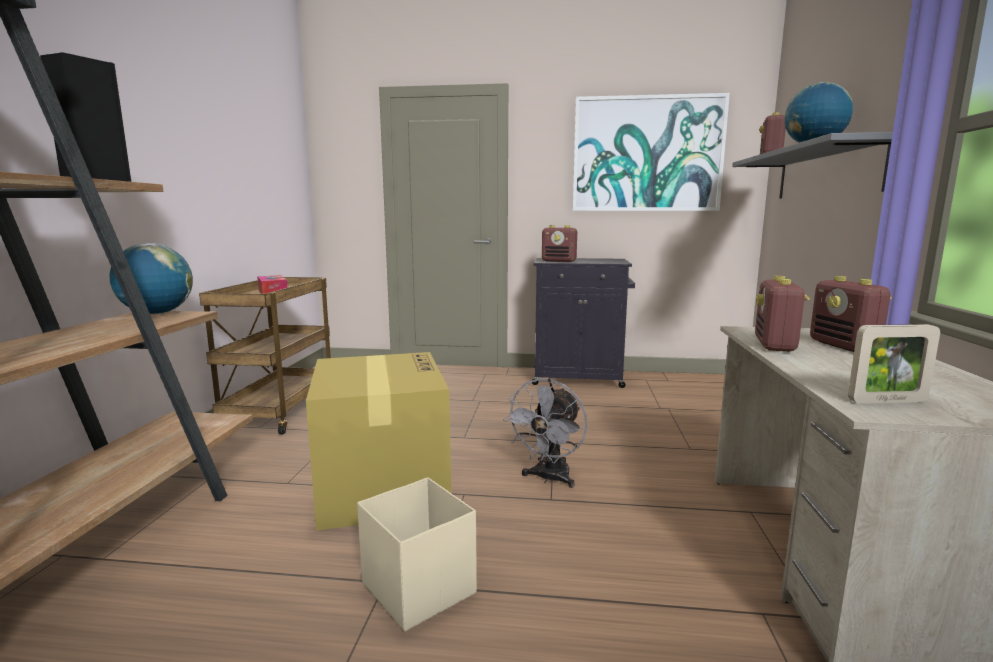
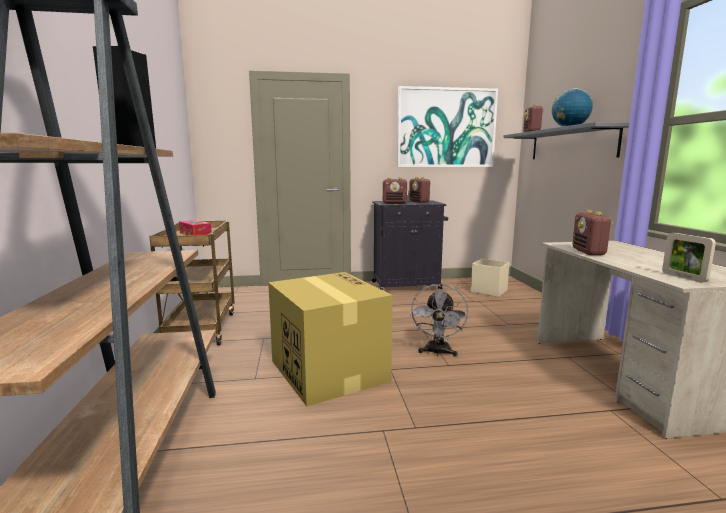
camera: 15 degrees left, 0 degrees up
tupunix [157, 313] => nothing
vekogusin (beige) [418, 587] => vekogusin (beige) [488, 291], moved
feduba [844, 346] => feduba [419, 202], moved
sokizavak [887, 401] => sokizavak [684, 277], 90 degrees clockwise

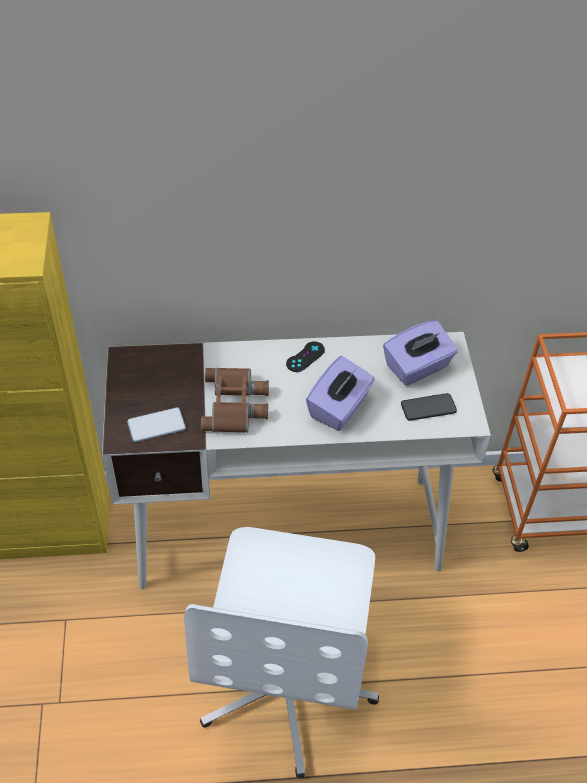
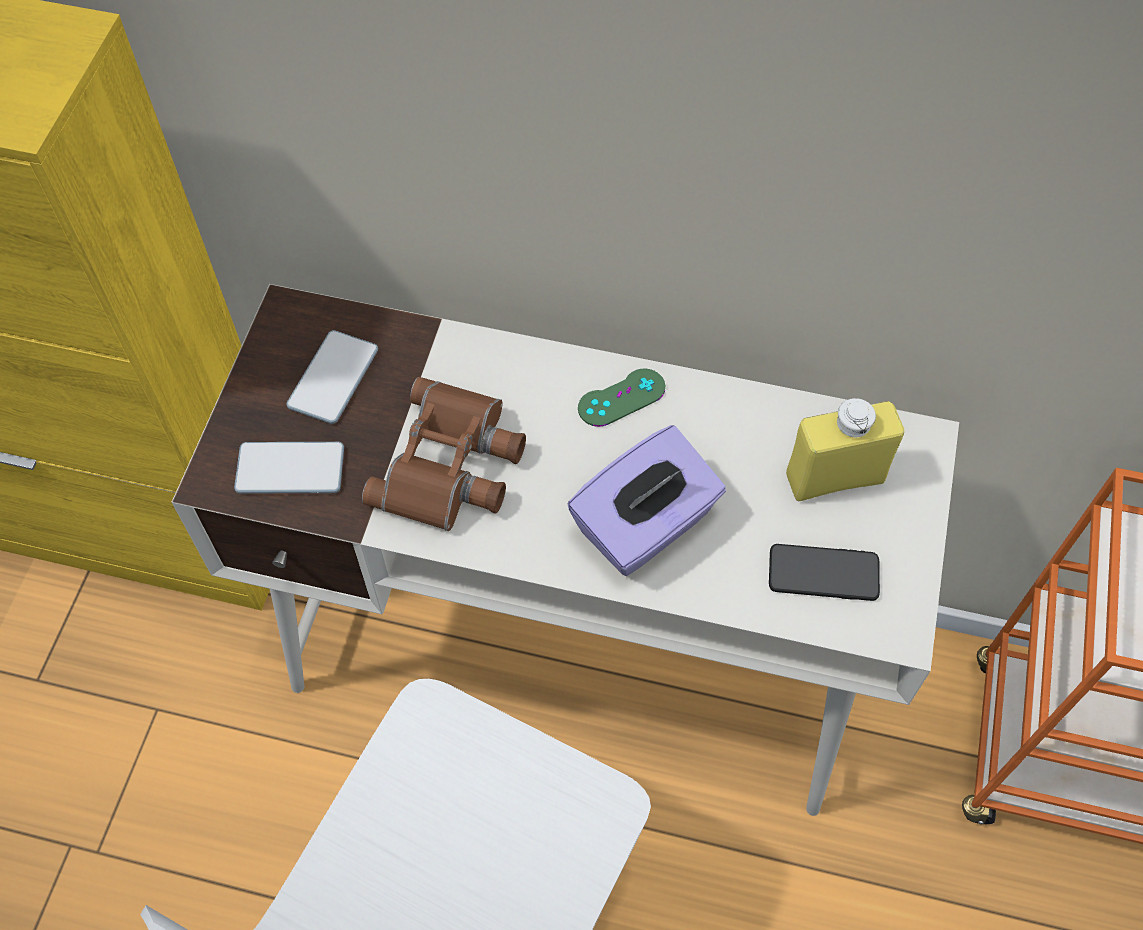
camera: 20 degrees right, 10 degrees up
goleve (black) [305, 357] => goleve (green) [621, 398]
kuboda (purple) [417, 367] => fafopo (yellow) [834, 478]
nothing => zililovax [333, 378]

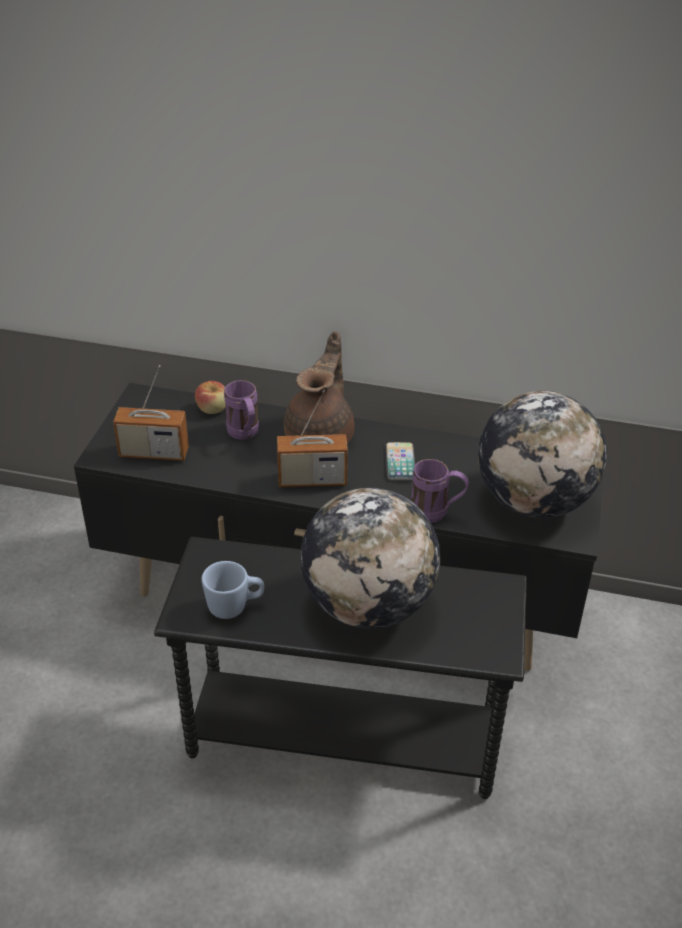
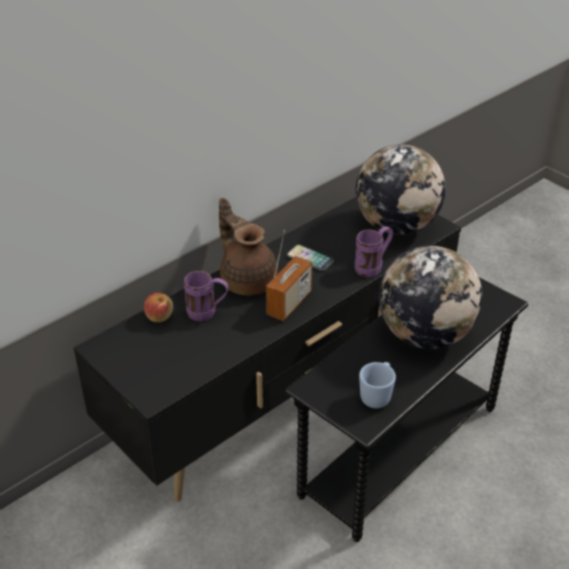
camera: 55 degrees left, 0 degrees up
feduba [154, 453] => nothing

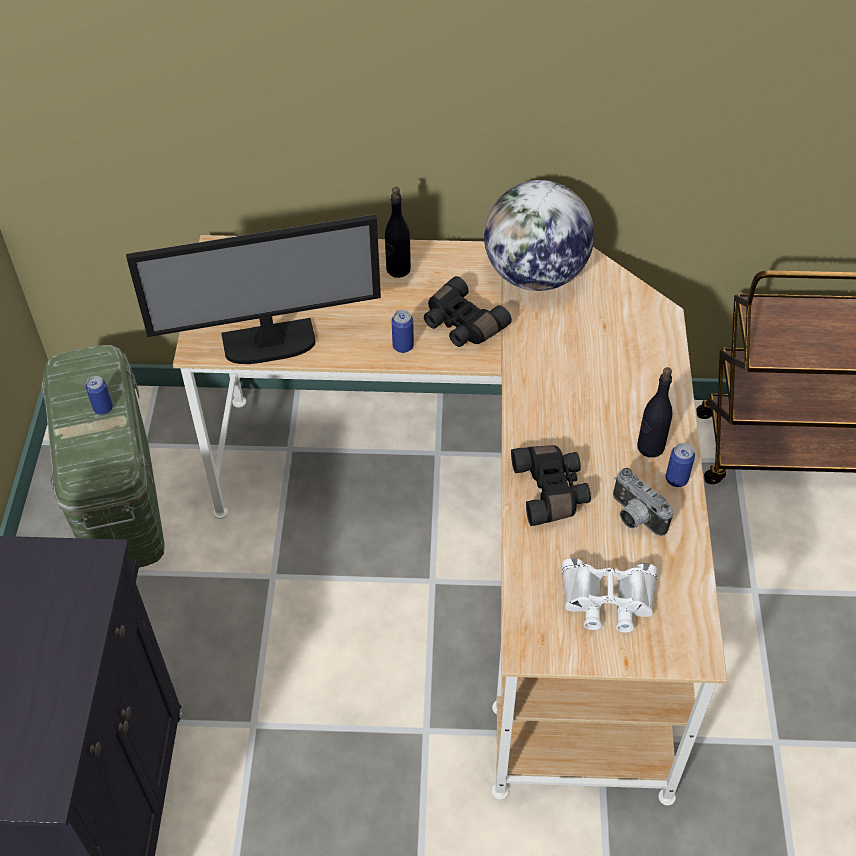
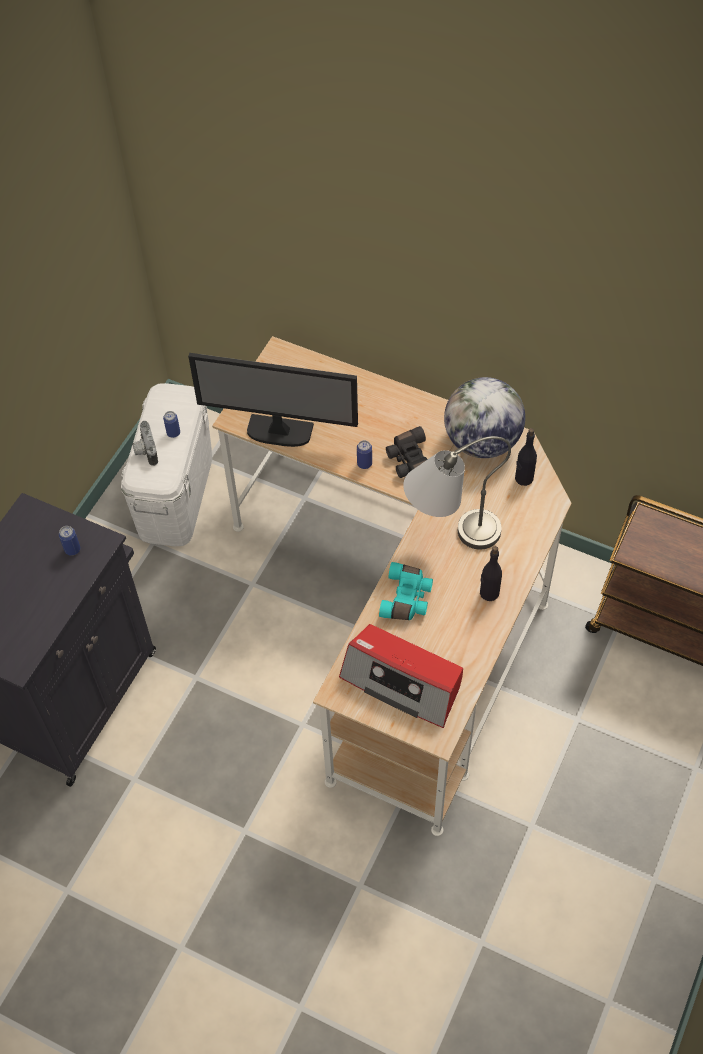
camera: 25 degrees right, 5 degrees up
vekogusin (green) [119, 500] => vekogusin (white) [176, 494]
fafopo (black) [398, 269] => fafopo (black) [523, 478], moved
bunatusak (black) [551, 491] => bunatusak (turquoise) [407, 598]
bunatusak (white) [607, 600] => feduba [403, 682]
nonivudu [634, 517] => nonivudu [145, 451], moved
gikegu [676, 479] => gikegu [72, 549], moved
nothing => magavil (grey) [449, 535]

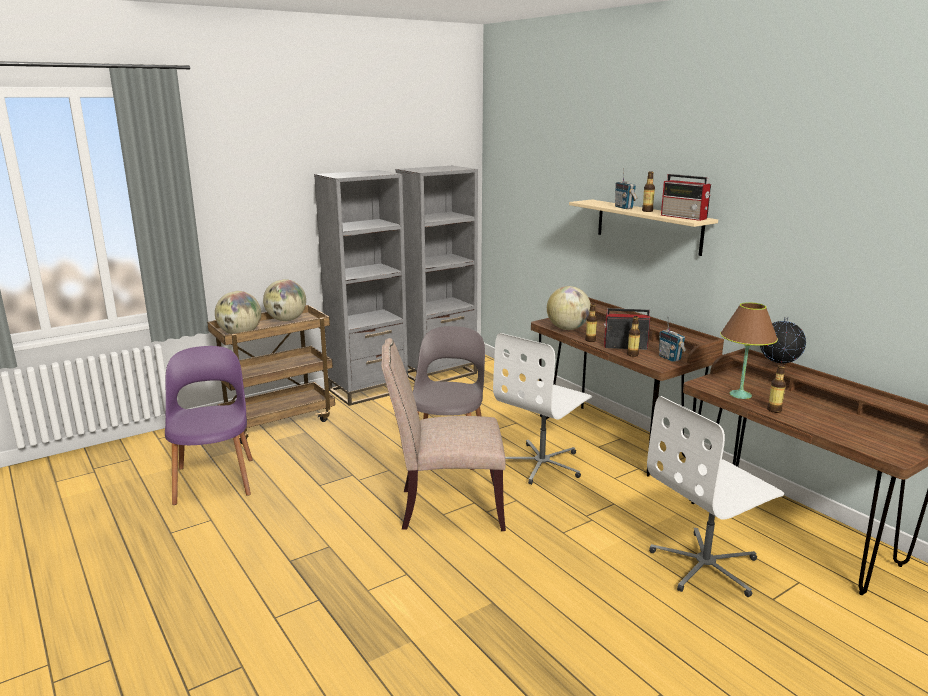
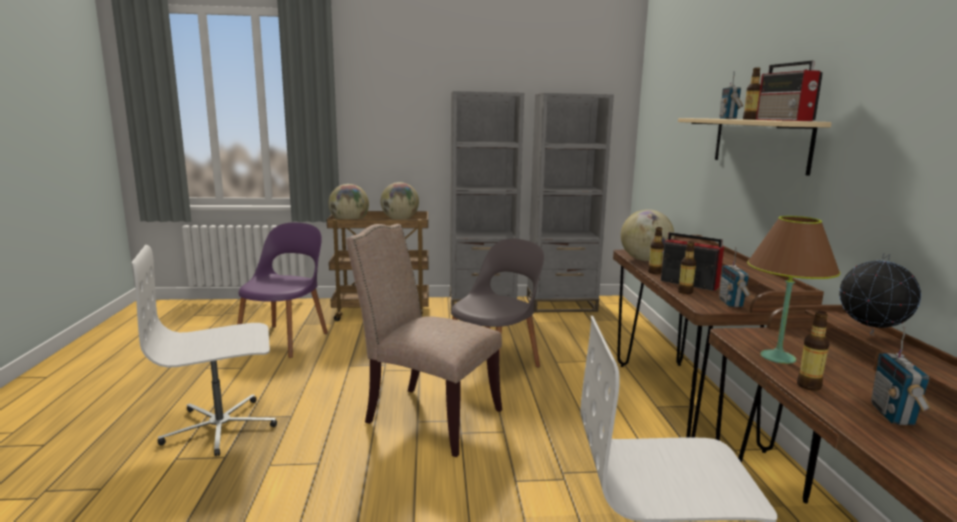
camera: 30 degrees right, 5 degrees down
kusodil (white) [542, 464] => kusodil (white) [221, 427], moved
nothing => feduba [893, 415]

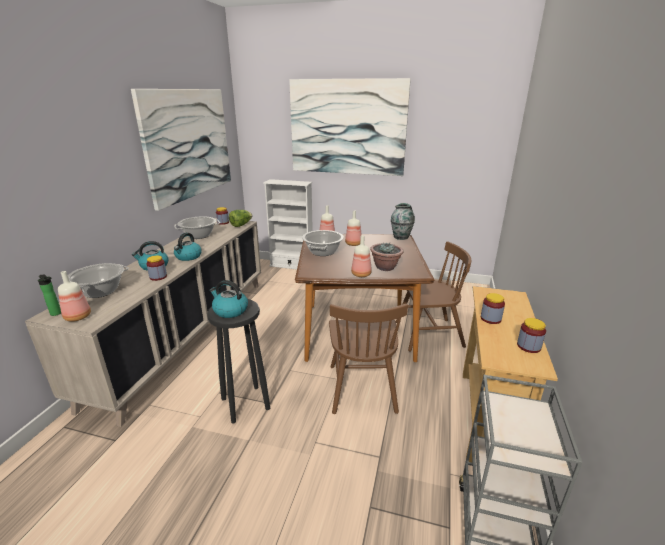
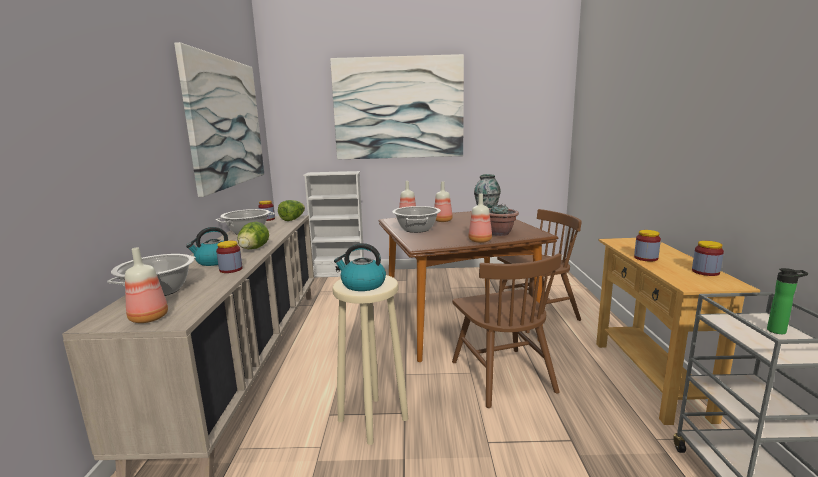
camera: 15 degrees left, 10 degrees down
fafopo [57, 314] => fafopo [779, 331], moved
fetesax [188, 257] => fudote [253, 249]
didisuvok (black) [245, 404] => didisuvok (beige) [373, 420]

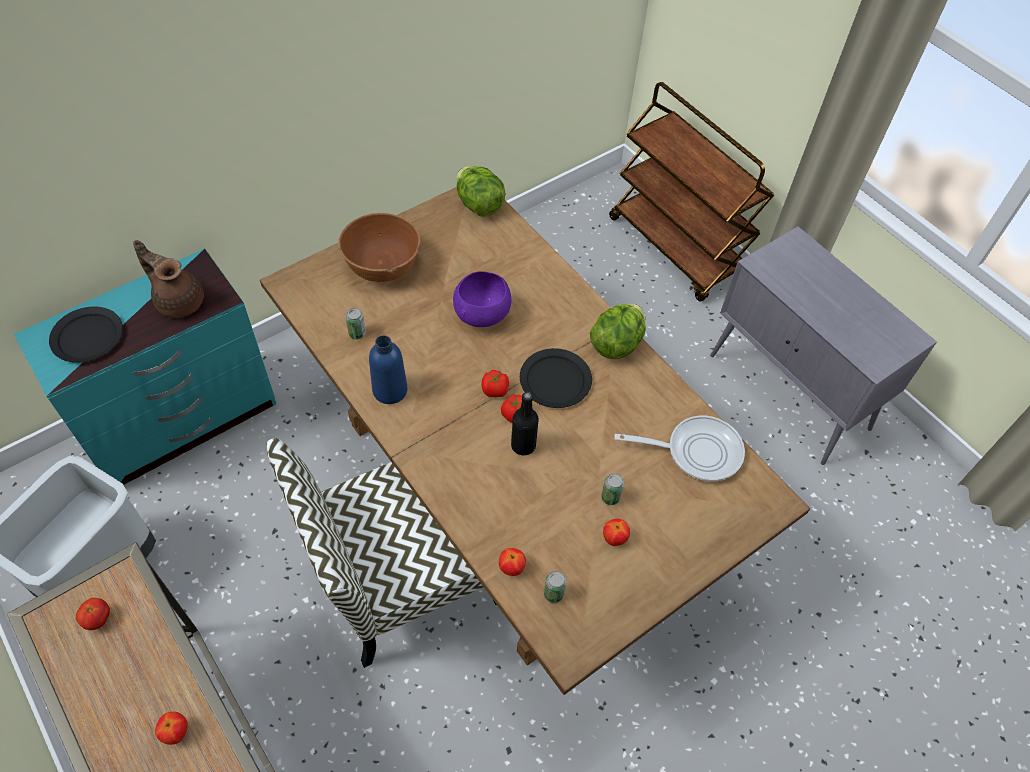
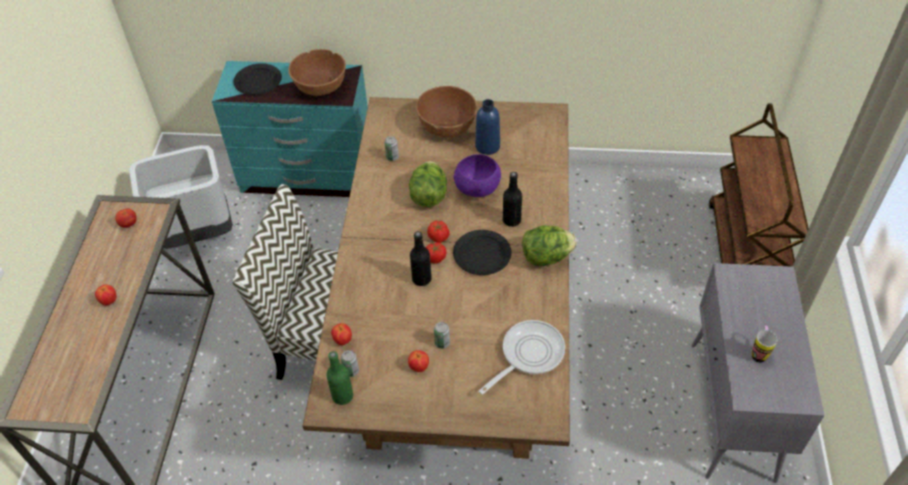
camera: 45 degrees right, 5 degrees down
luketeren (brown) [179, 300] => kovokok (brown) [320, 87]
fafopo (blue) [390, 390] => fafopo (blue) [487, 146], moved
fudote [479, 205] => fudote [428, 196], moved
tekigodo [696, 451] => tekigodo [528, 354], 90 degrees counterclockwise
nothing => fafopo (green) [342, 396]
nothing => fafopo (black) [511, 220]
nothing => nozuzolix [758, 352]

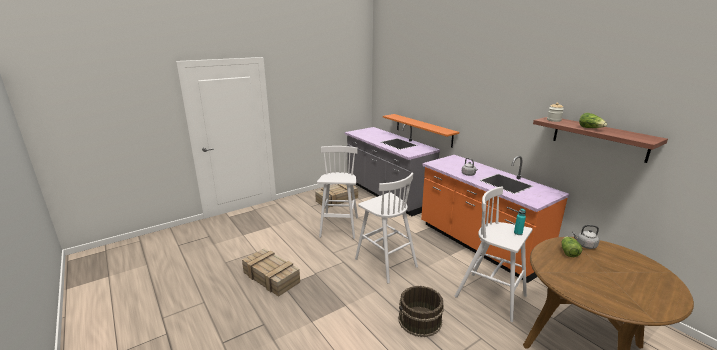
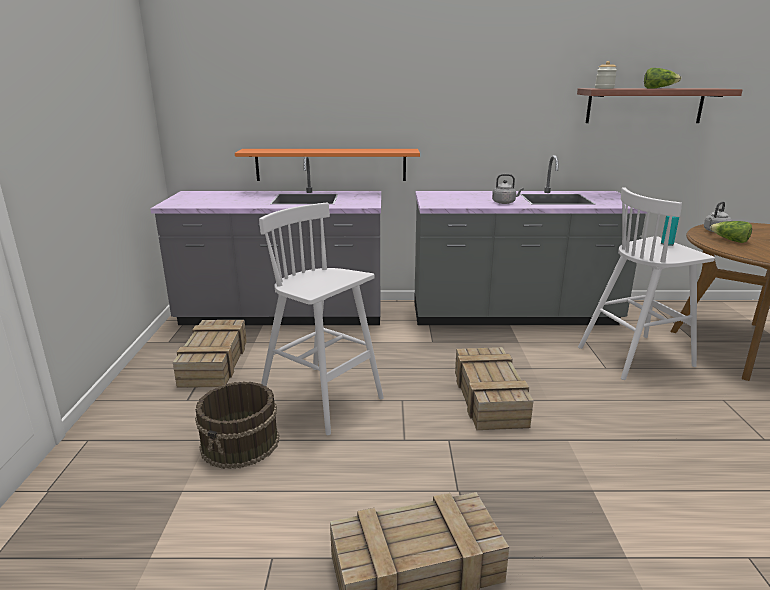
camera: 55 degrees left, 0 degrees up
didisuvok (white) [384, 262] => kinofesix [490, 399]
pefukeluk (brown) [420, 321] => pefukeluk (brown) [241, 443], moved
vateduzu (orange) [478, 245] => vateduzu (grey) [513, 316]

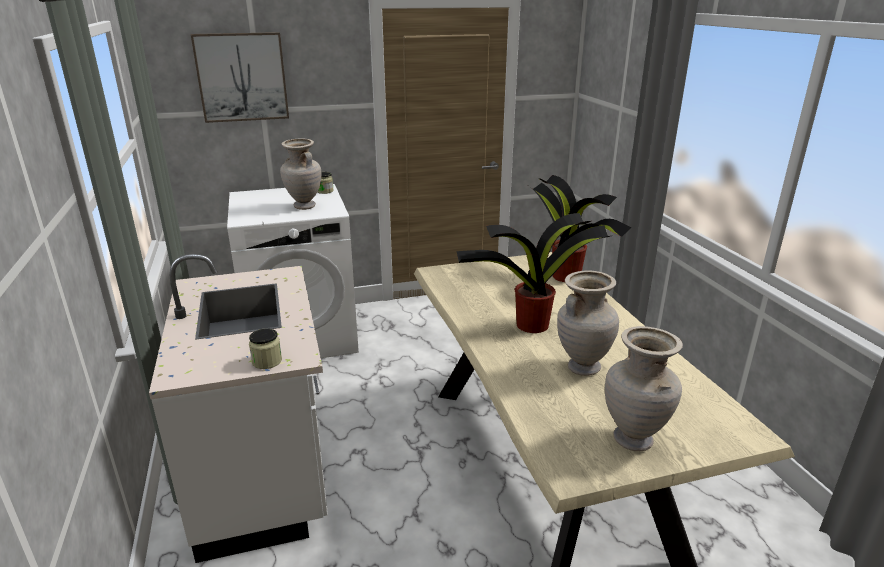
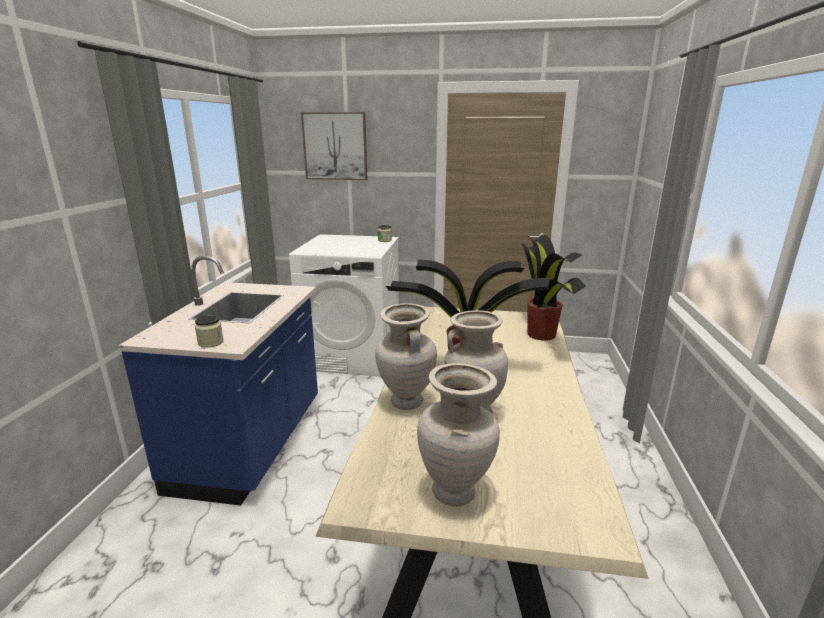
camera: 25 degrees right, 5 degrees down
vateduzu (white) [264, 471] => vateduzu (blue) [251, 445]
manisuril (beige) [304, 206] => manisuril (beige) [405, 402], moved

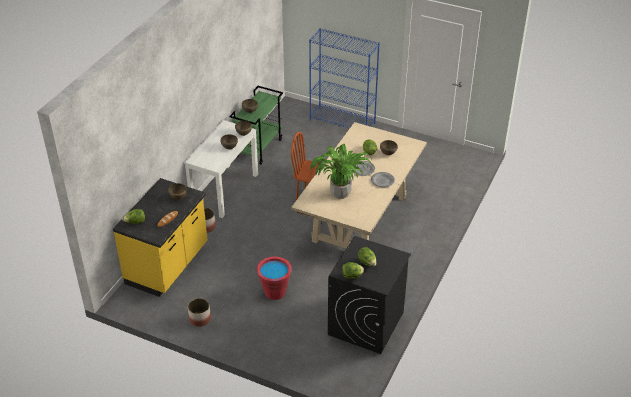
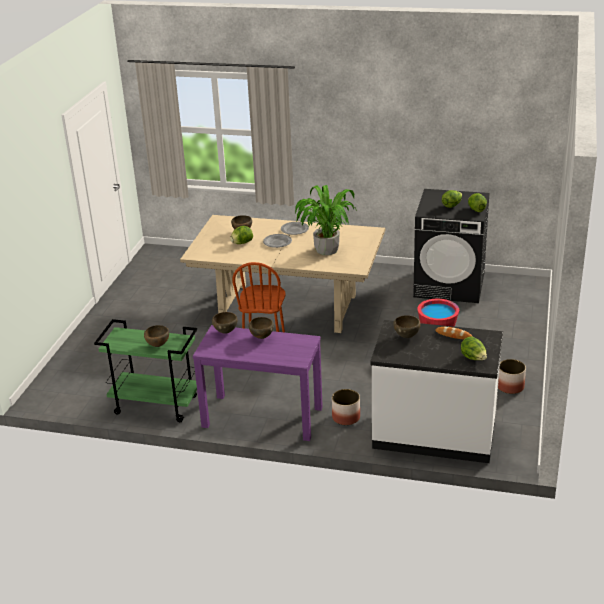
camera: 100 degrees left, 10 degrees down
vateduzu (yellow) [168, 265] => vateduzu (white) [434, 433]
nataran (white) [224, 190] => nataran (purple) [262, 417]
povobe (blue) [343, 121] => nothing

